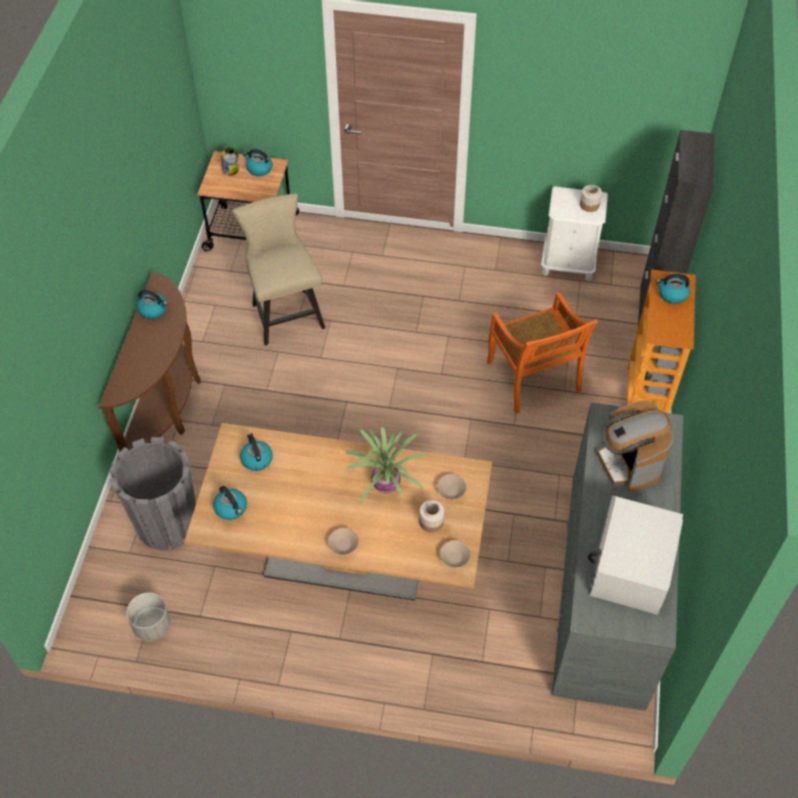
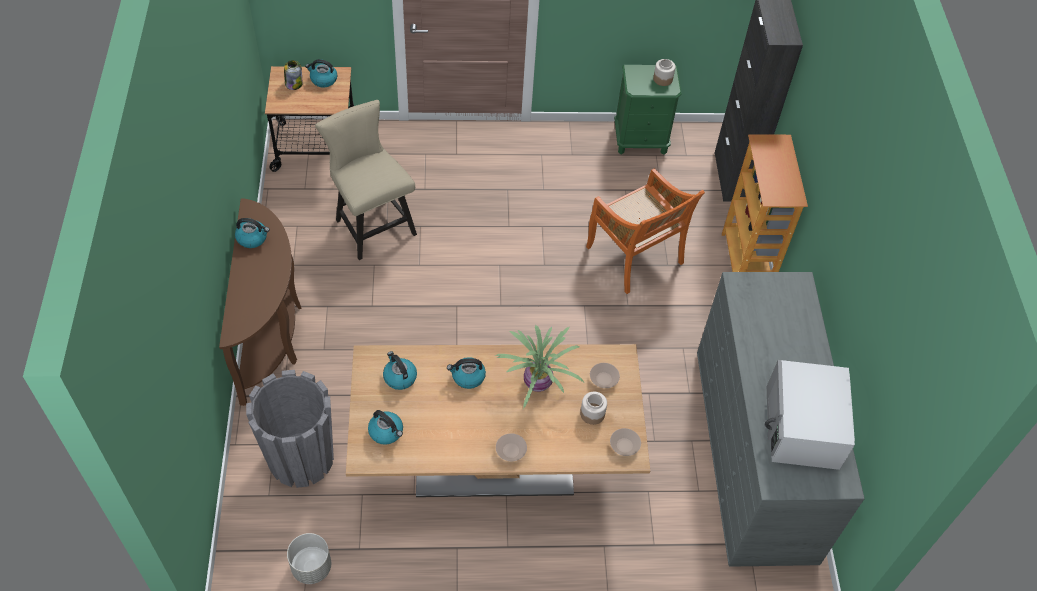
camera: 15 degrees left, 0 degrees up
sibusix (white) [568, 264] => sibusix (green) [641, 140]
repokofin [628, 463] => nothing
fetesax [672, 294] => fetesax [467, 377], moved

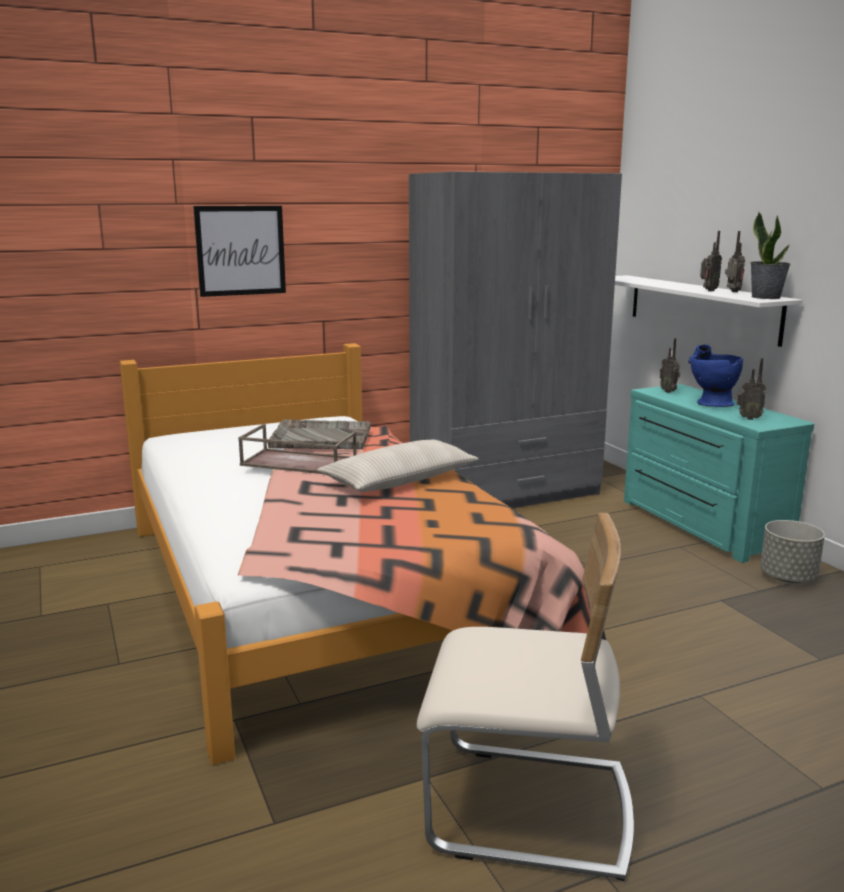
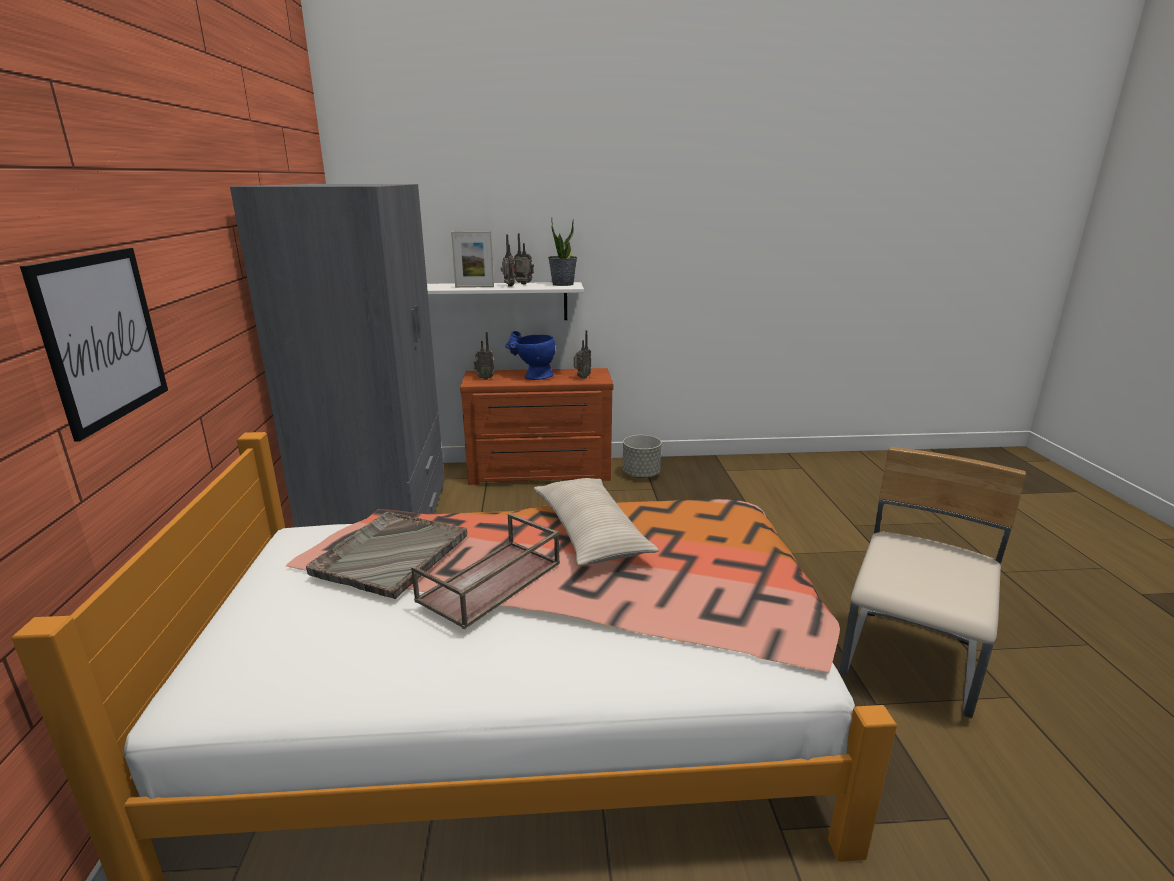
camera: 70 degrees left, 5 degrees up
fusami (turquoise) [699, 525] => fusami (brown) [540, 473]
nothing => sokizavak [474, 287]

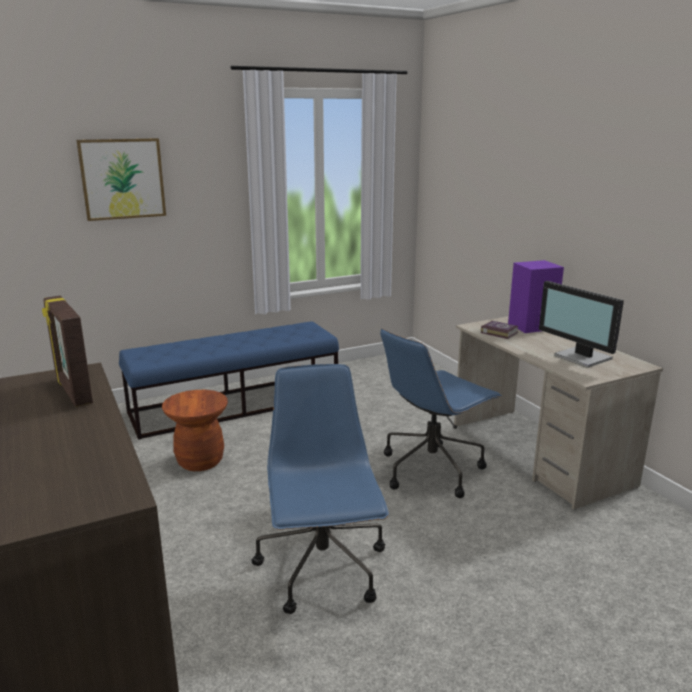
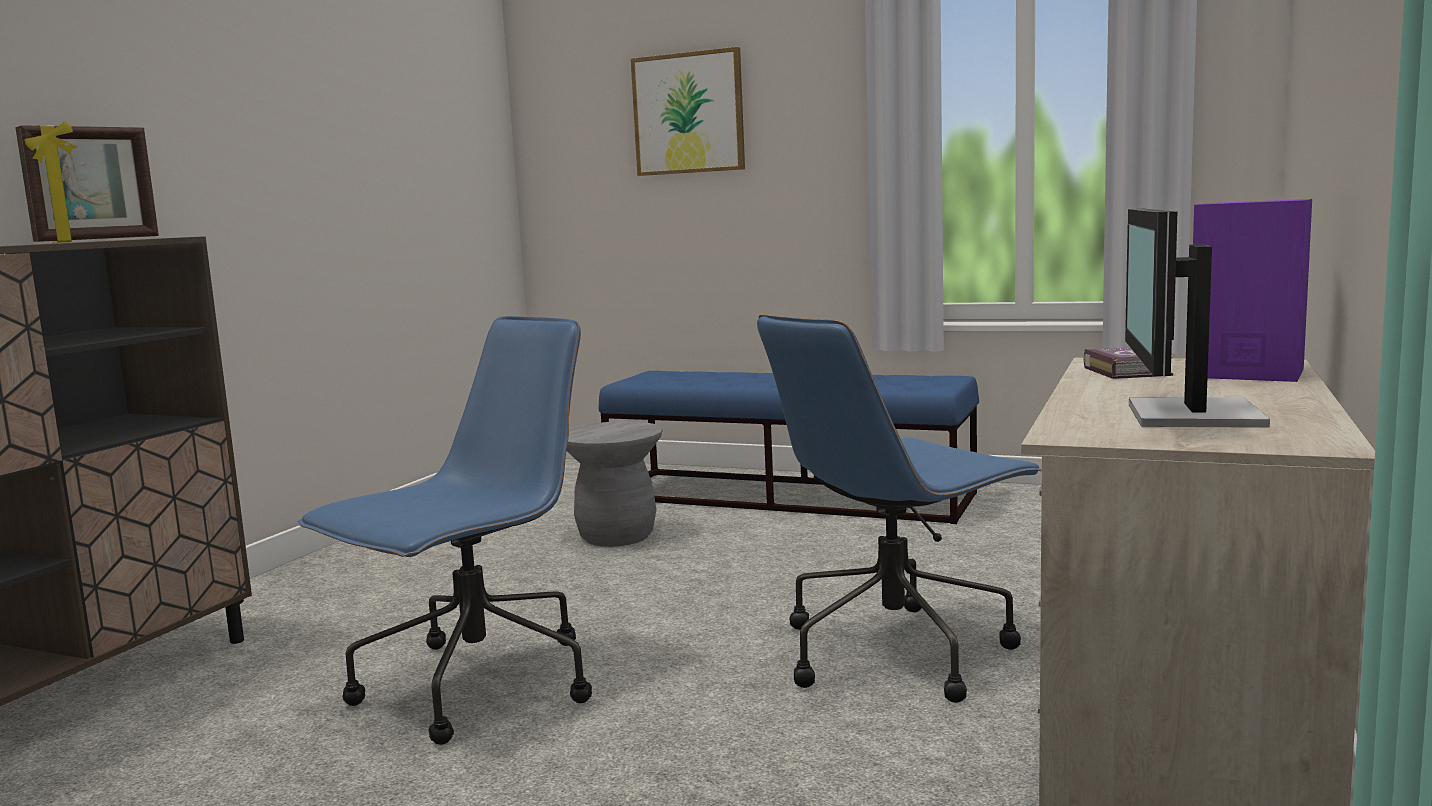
camera: 50 degrees right, 10 degrees down
sokizavak [72, 391] => sokizavak [98, 240], 150 degrees counterclockwise
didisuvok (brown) [200, 461] => didisuvok (grey) [616, 536]
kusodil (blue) [432, 469] => kusodil (blue) [896, 650], 45 degrees counterclockwise

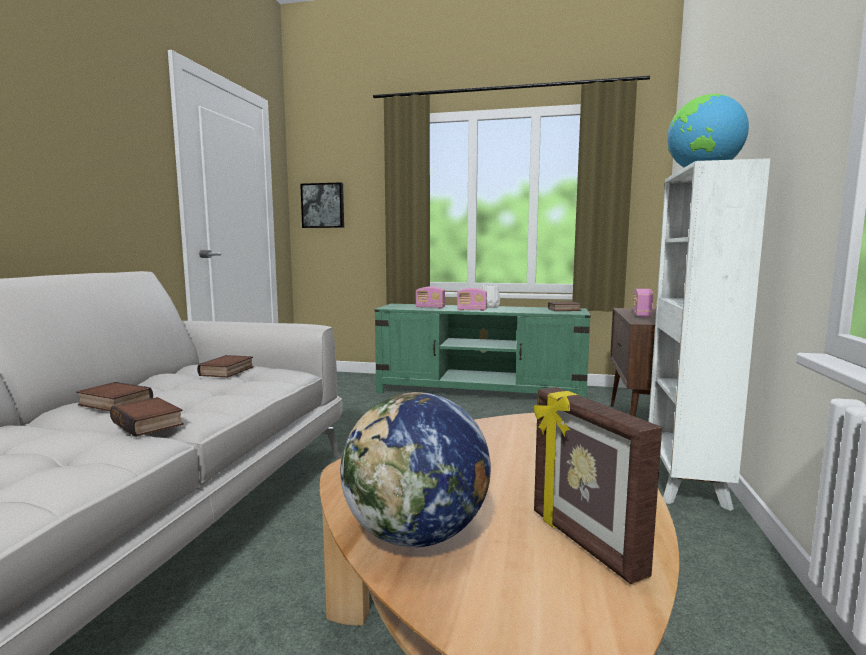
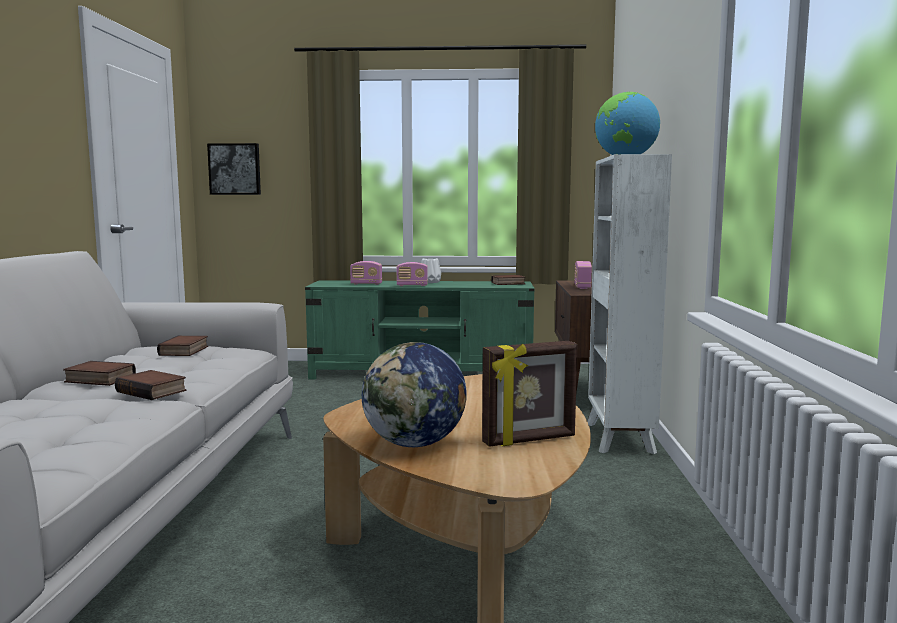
camera: 10 degrees left, 0 degrees up
sokizavak [583, 543] => sokizavak [529, 440], 75 degrees counterclockwise

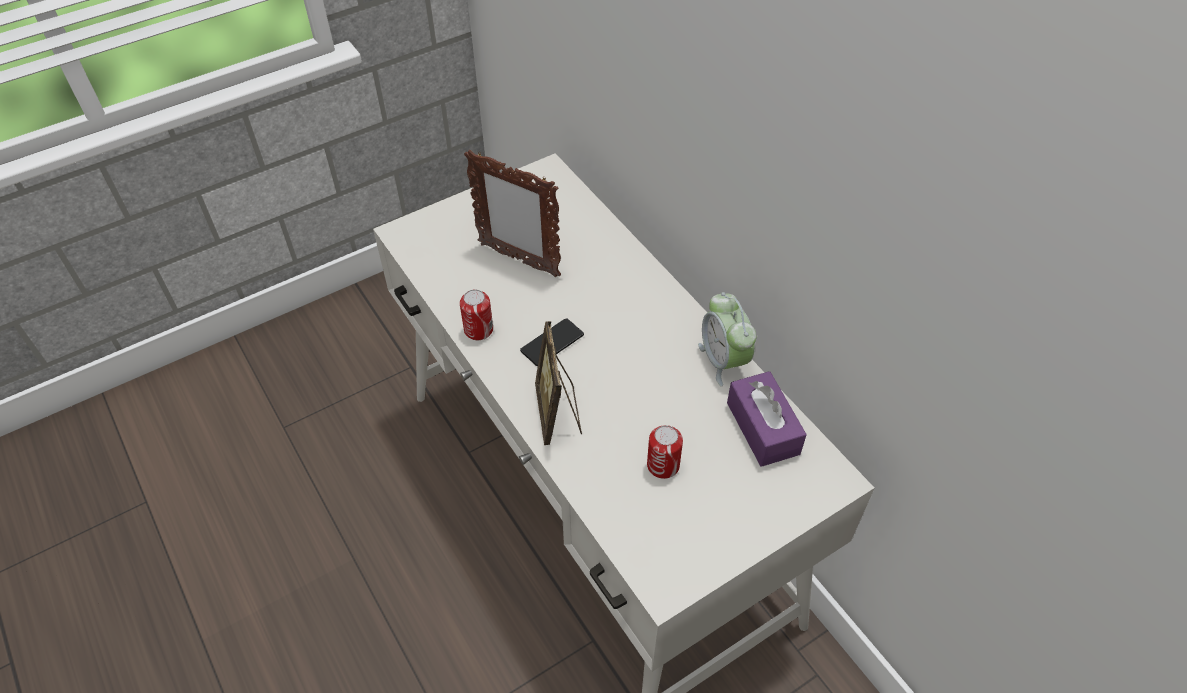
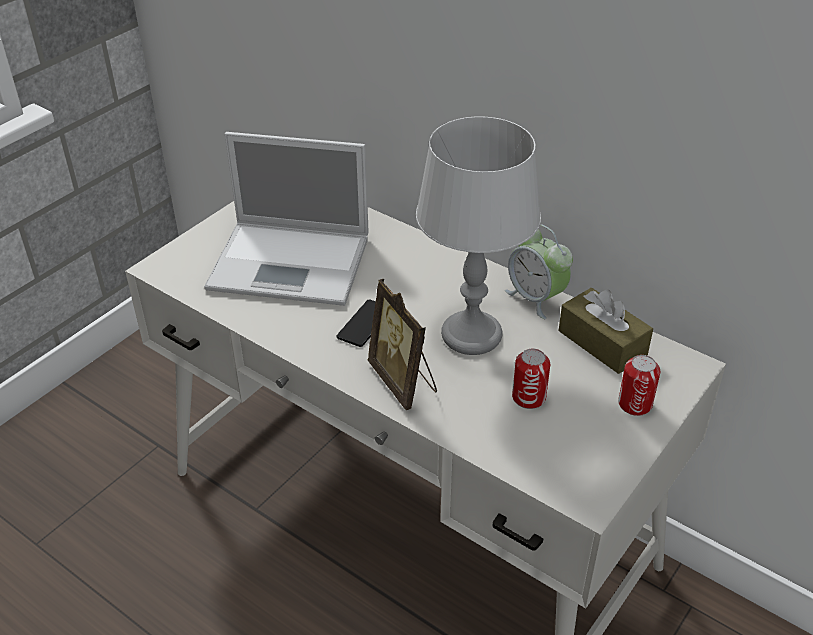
camera: 20 degrees left, 10 degrees down
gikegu [478, 330] => gikegu [635, 404], moved
sokizavak [518, 260] => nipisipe [293, 263]
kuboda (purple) [762, 428] => kuboda (brown) [602, 343]
nothing => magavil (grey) [470, 335]

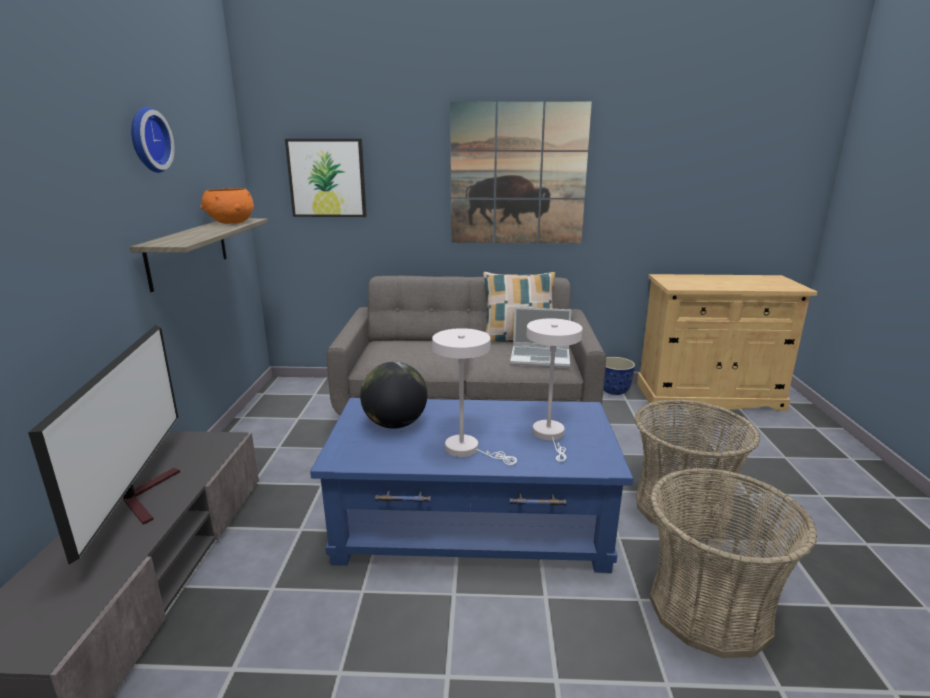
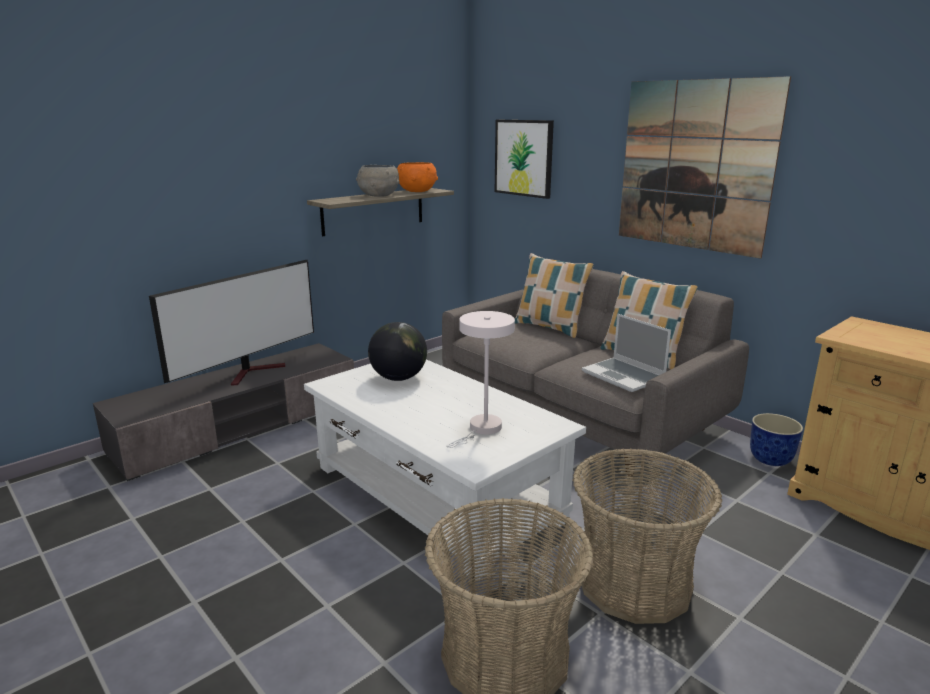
camera: 45 degrees right, 0 degrees up
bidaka [147, 140] => nothing
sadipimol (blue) [472, 524] => sadipimol (white) [436, 493]
magavil (white) [467, 450] => nothing
nothing => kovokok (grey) [379, 195]
nothing => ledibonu [550, 327]

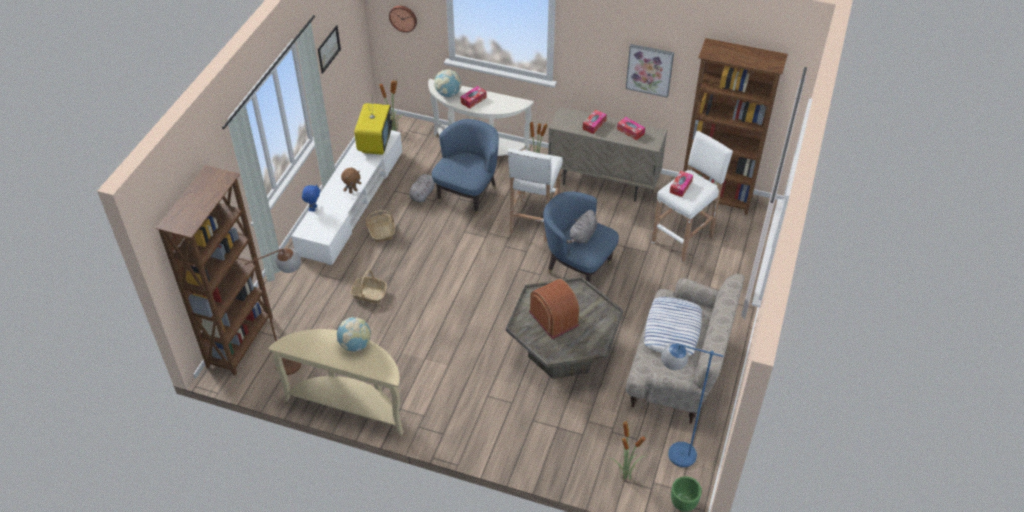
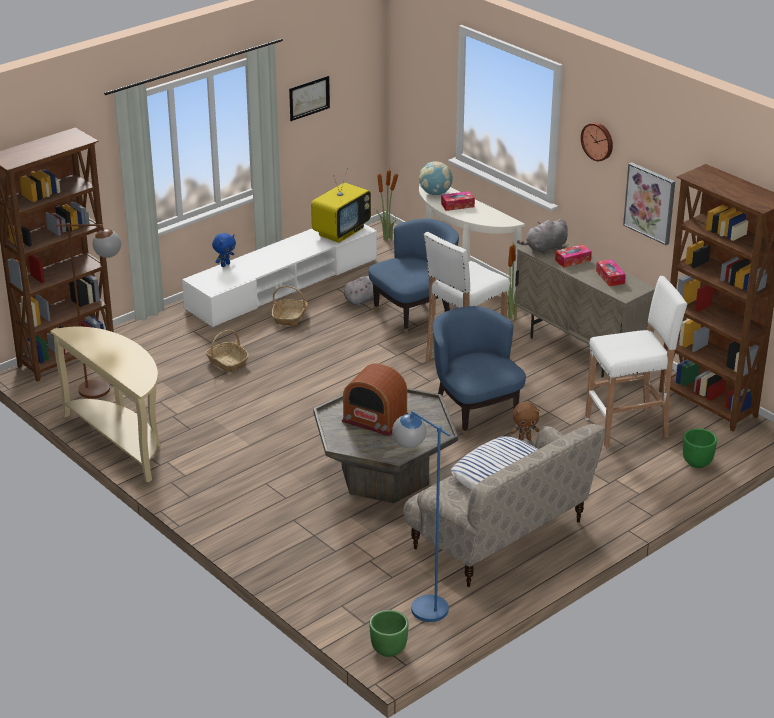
camera: 30 degrees right, 15 degrees down
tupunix [355, 345] => nothing
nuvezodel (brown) [353, 191] => nuvezodel (brown) [524, 438], moved
bidaka [403, 18] => bidaka [598, 141], moved
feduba [554, 318] => feduba [375, 419], 120 degrees clockwise
nuvezodel (grey) [582, 236] => nuvezodel (grey) [545, 248], moved
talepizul [625, 475] => nothing
kuboda [680, 187] => nothing
nothing => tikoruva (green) [697, 462]

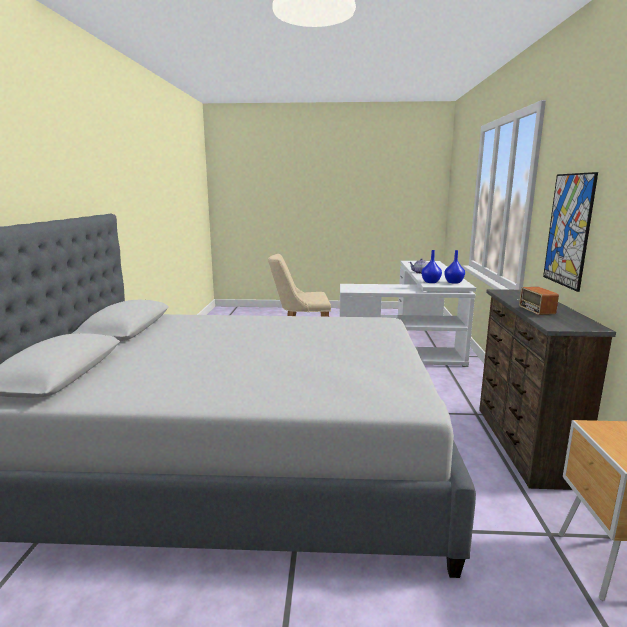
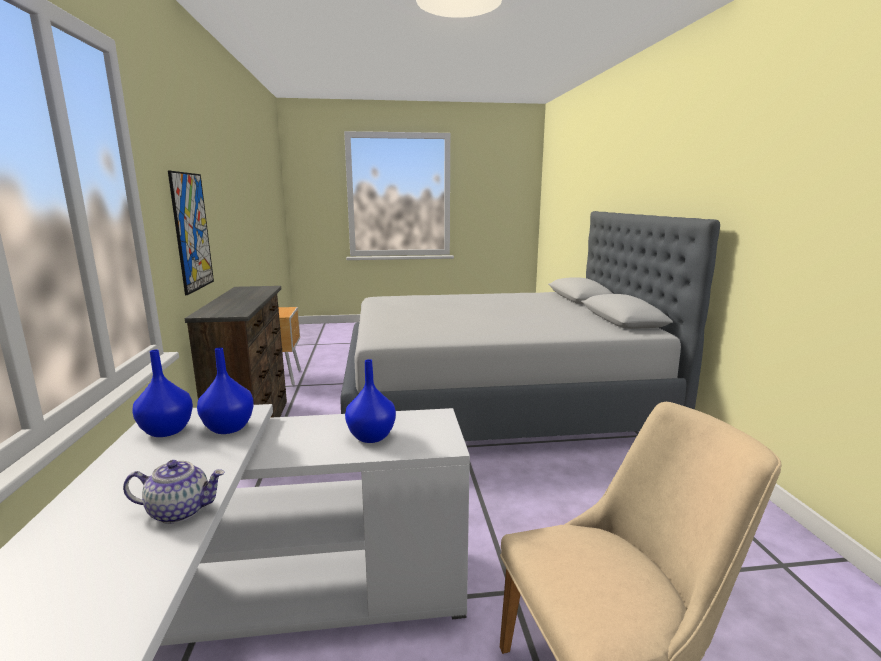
camera: 170 degrees right, 0 degrees up
feduba [538, 306] => nothing
nothing => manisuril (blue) [371, 437]

